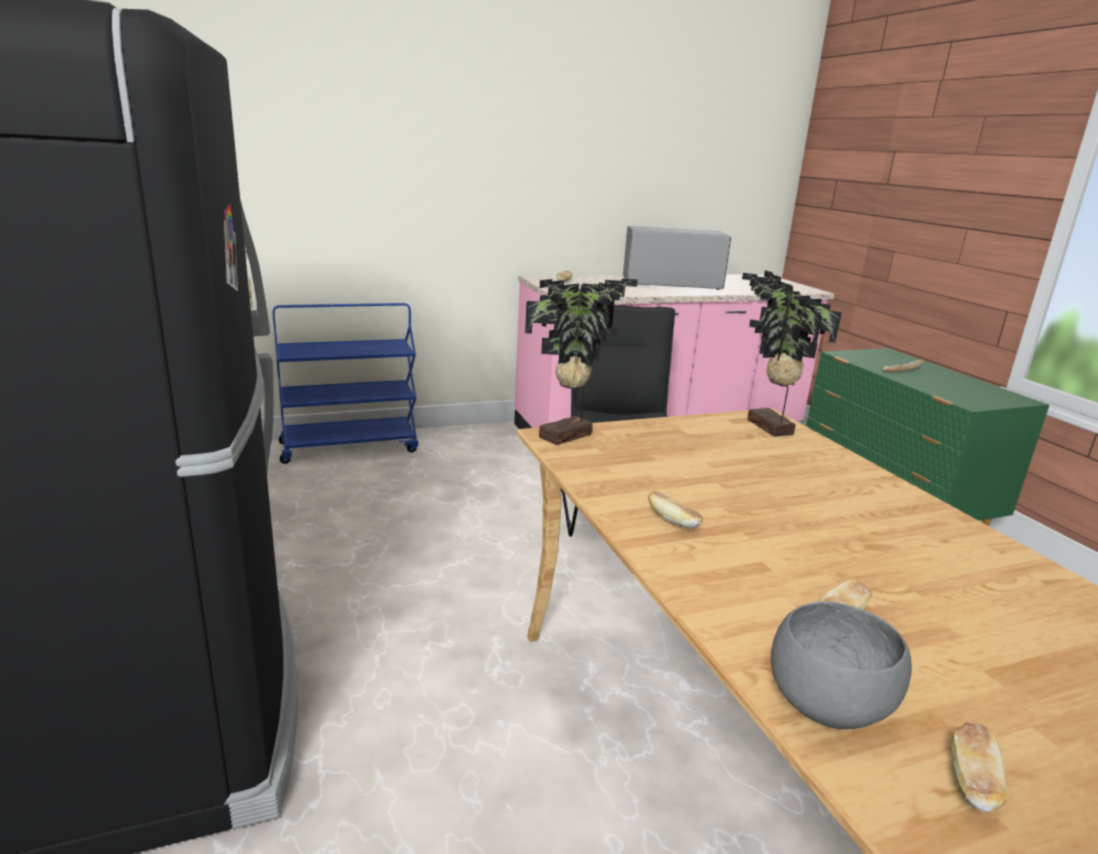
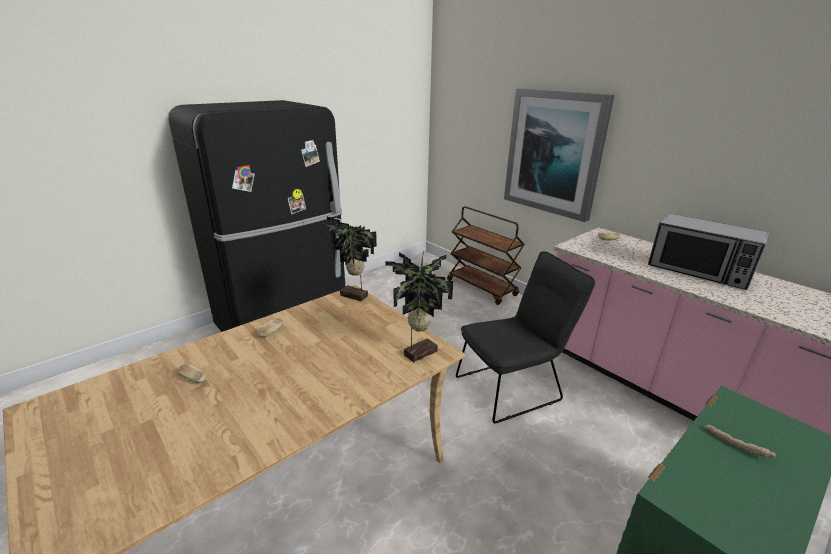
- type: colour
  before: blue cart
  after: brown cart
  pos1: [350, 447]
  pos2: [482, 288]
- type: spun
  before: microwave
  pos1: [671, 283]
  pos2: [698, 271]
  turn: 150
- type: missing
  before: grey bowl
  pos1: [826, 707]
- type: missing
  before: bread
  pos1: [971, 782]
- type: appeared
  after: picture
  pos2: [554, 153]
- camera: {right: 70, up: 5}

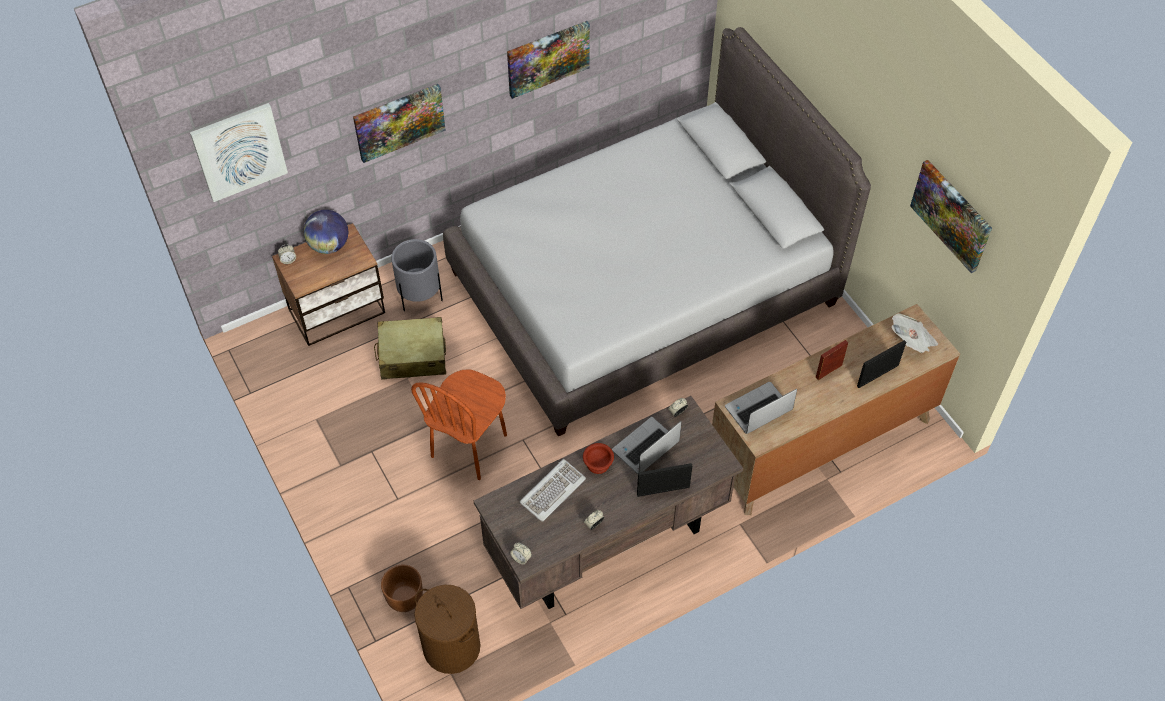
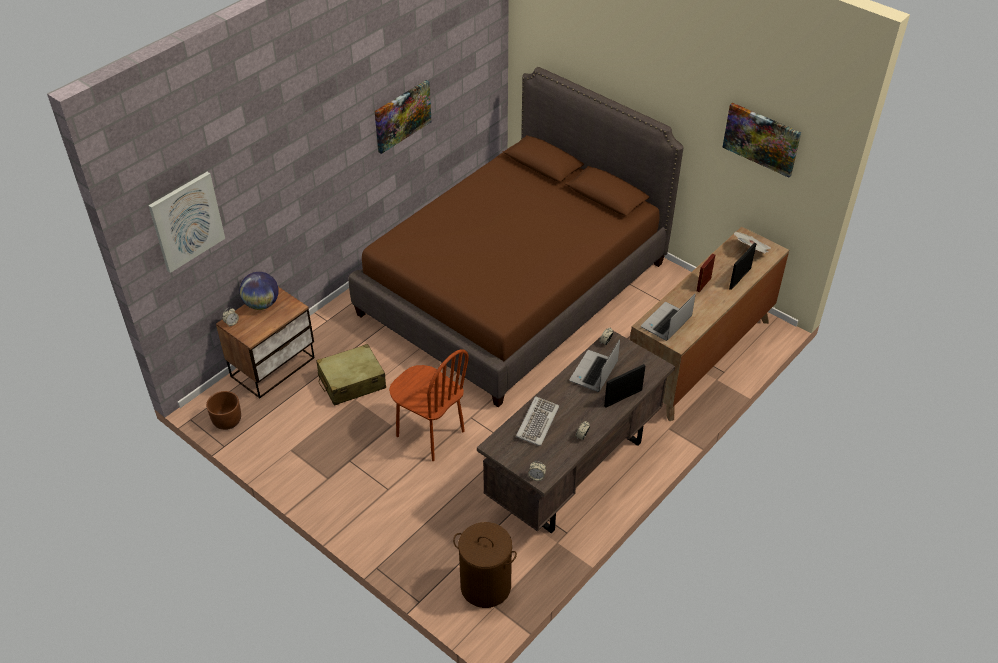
- type: missing
  before: picture
  pos1: [399, 121]
- type: relocated
  before: brown planter
  pos1: [404, 597]
  pos2: [227, 421]
- type: missing
  before: grey planter
  pos1: [420, 297]
- type: spun
  before: brown chair
  pos1: [469, 446]
  pos2: [430, 434]
  turn: -60
- type: colour
  before: grey bed
  after: brown bed
  pos1: [644, 287]
  pos2: [514, 288]
- type: missing
  before: brown bowl
  pos1: [599, 464]
- camera: {right: -20, up: -10}

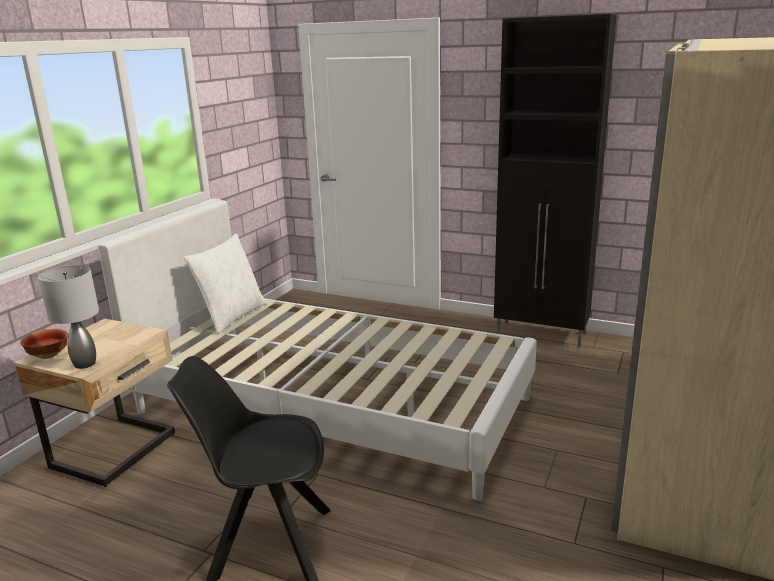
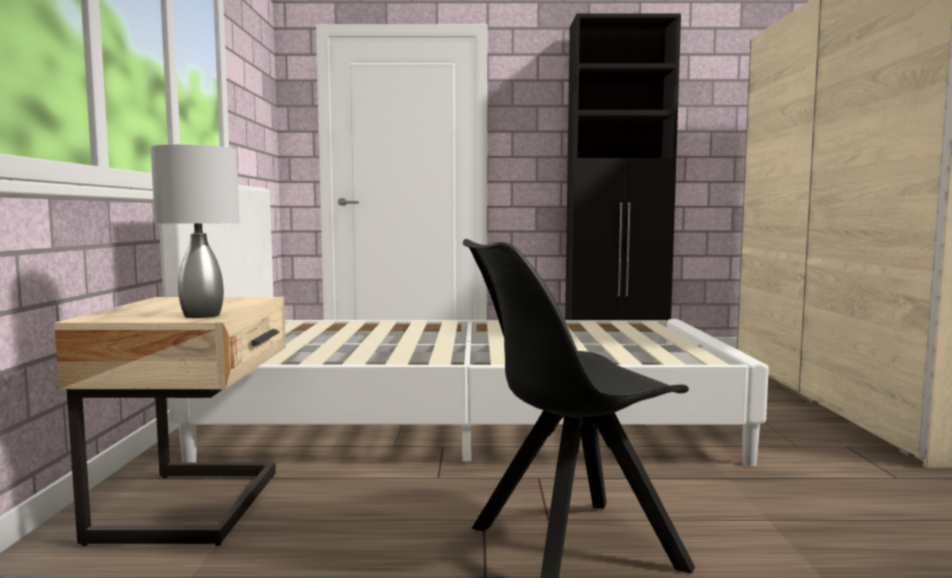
- type: missing
  before: bowl
  pos1: [49, 355]
- type: missing
  before: white pillow
  pos1: [232, 316]
- camera: {right: -25, up: -15}

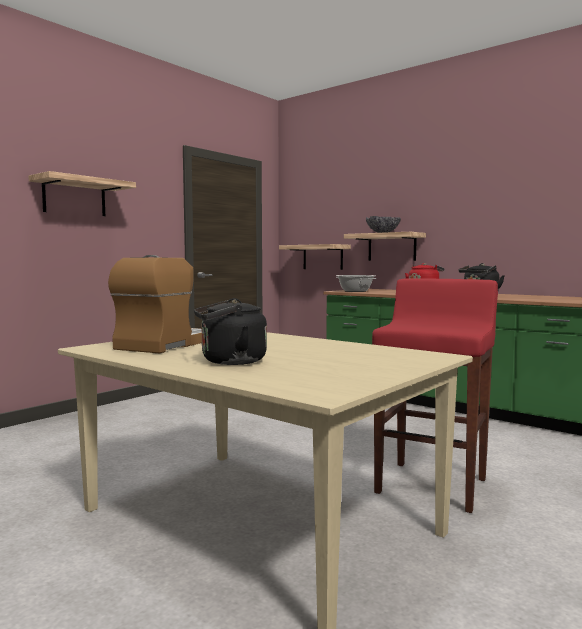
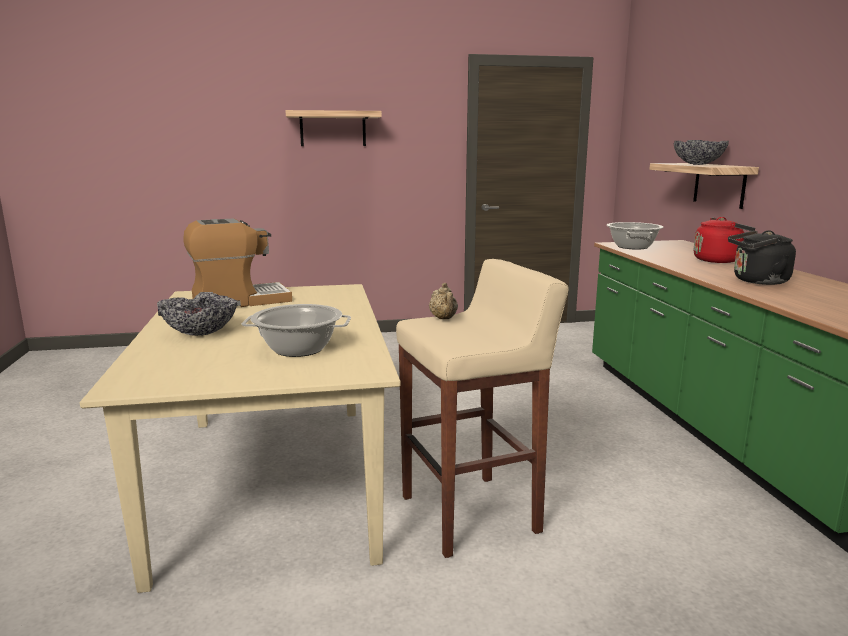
- type: exchanged
  before: black kettle
  after: bowl
  pos1: [229, 362]
  pos2: [201, 333]
- type: missing
  before: shelf
  pos1: [322, 257]
- type: colour
  before: red stool
  after: beige stool
  pos1: [432, 485]
  pos2: [472, 514]
- type: appeared
  after: cooking pot
  pos2: [299, 349]
- type: appeared
  after: beige teapot
  pos2: [443, 319]
- camera: {right: 40, up: 10}

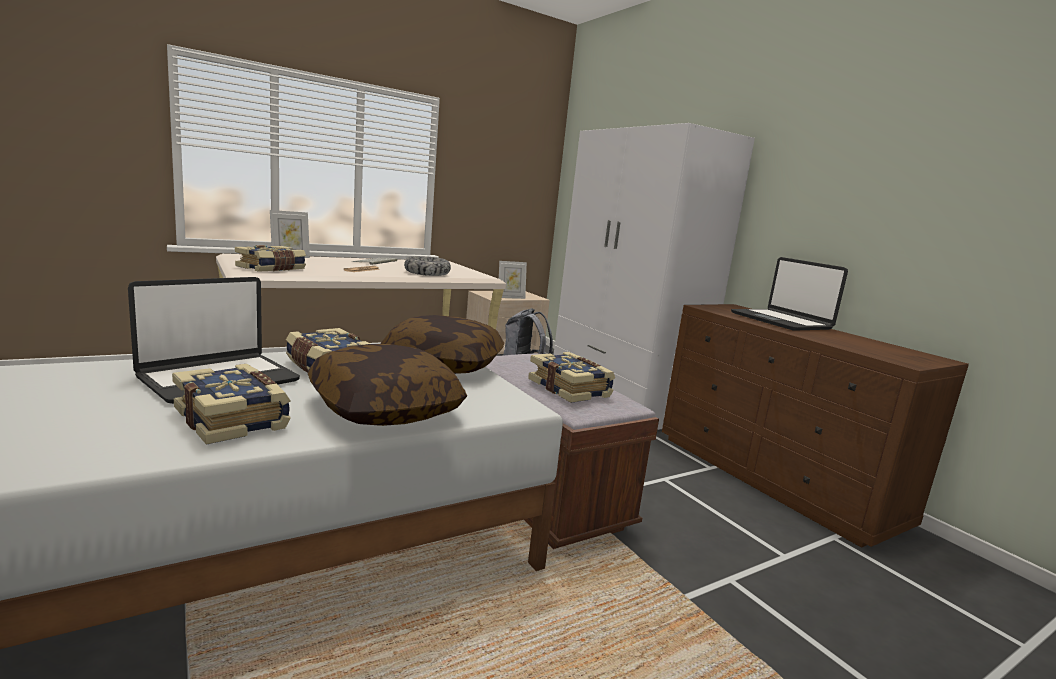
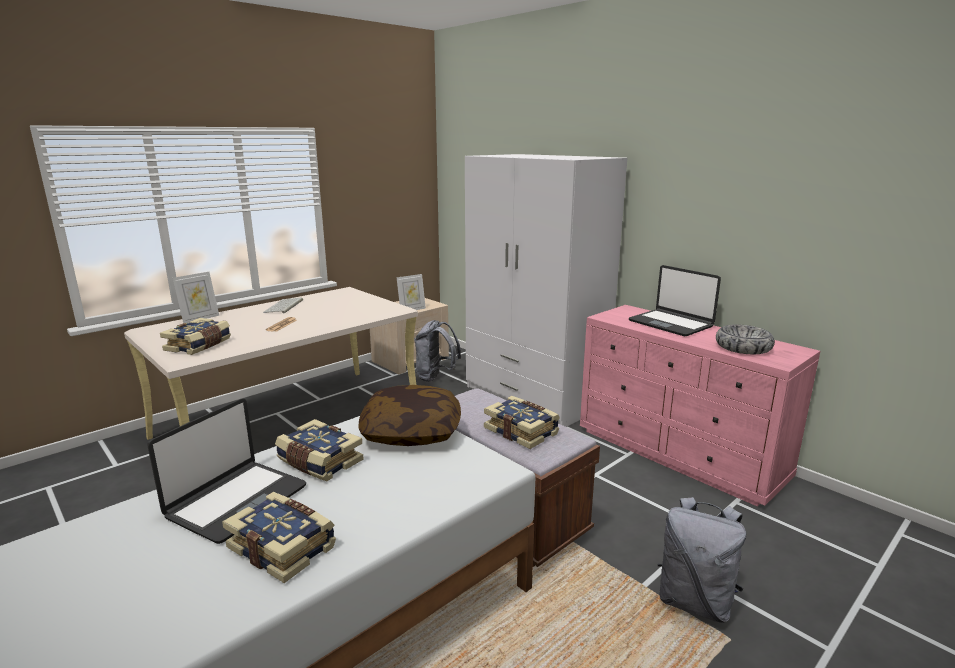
- type: missing
  before: pillow
  pos1: [384, 409]
- type: relocated
  before: bowl
  pos1: [427, 273]
  pos2: [743, 347]
- type: colour
  before: brown dresser
  after: pink dresser
  pos1: [774, 478]
  pos2: [679, 453]
- type: appeared
  after: grey backpack
  pos2: [695, 601]
- camera: {right: -10, up: 5}

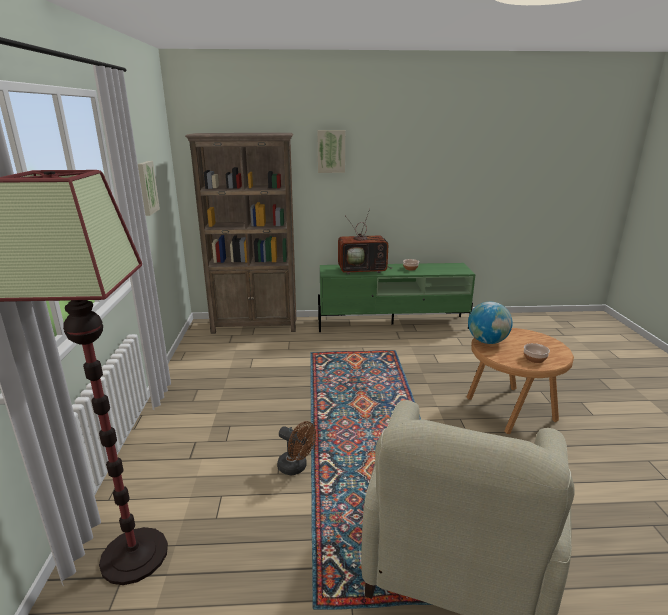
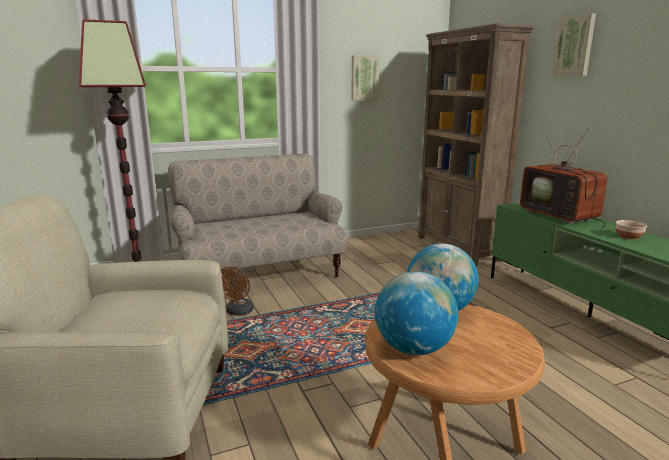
- type: exchanged
  before: bowl
  after: globe
  pos1: [534, 359]
  pos2: [413, 349]
- type: appeared
  after: beige sofa
  pos2: [260, 273]
- camera: {right: 70, up: -5}

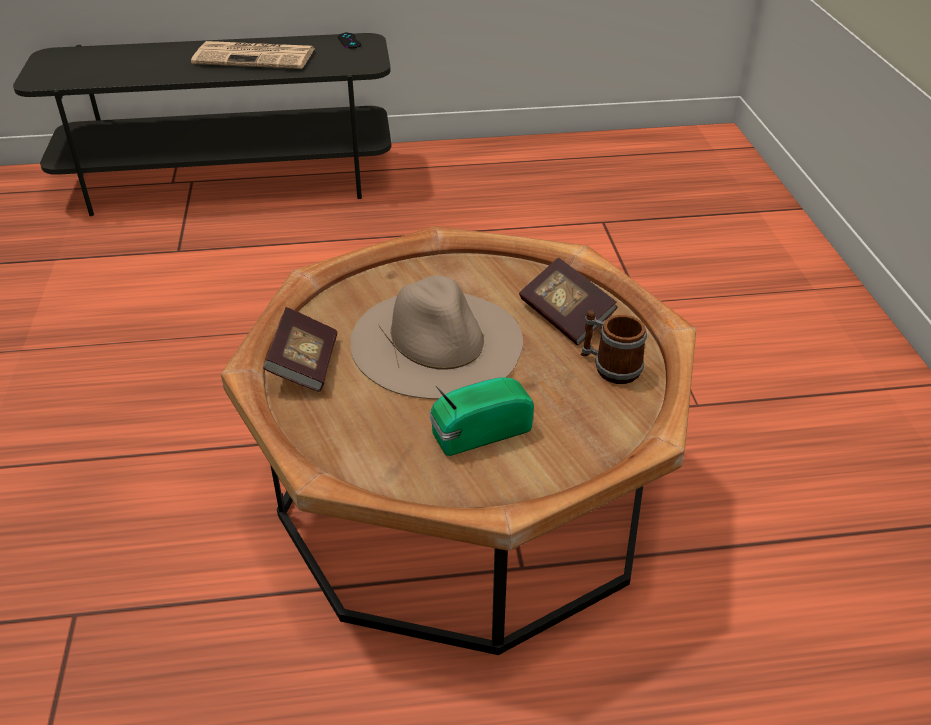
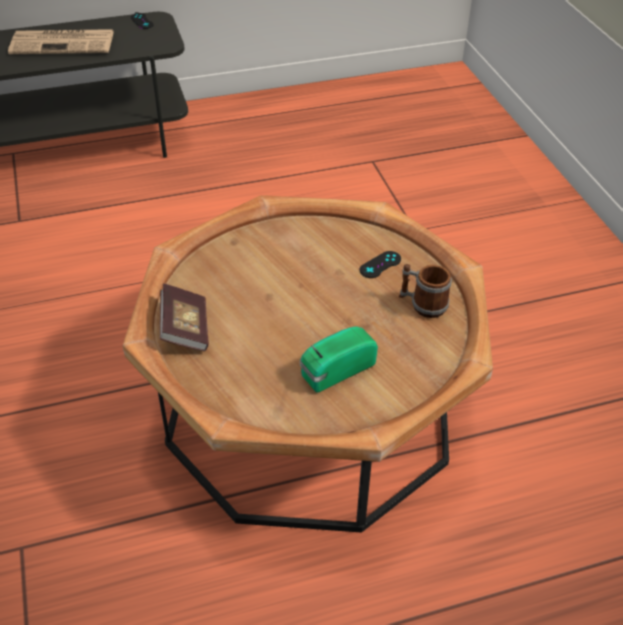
- type: missing
  before: beige hat
  pos1: [437, 341]
- type: exchanged
  before: book
  after: black game controller
  pos1: [566, 316]
  pos2: [380, 265]
- camera: {right: -10, up: 5}

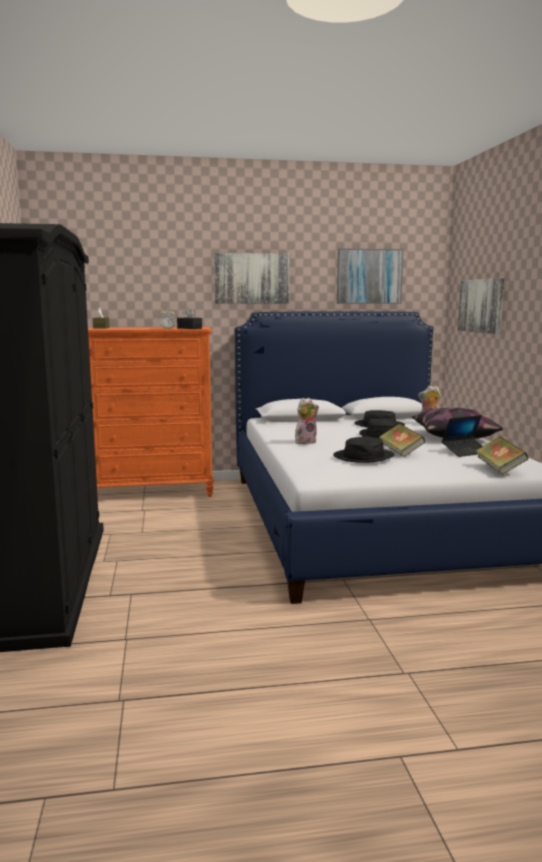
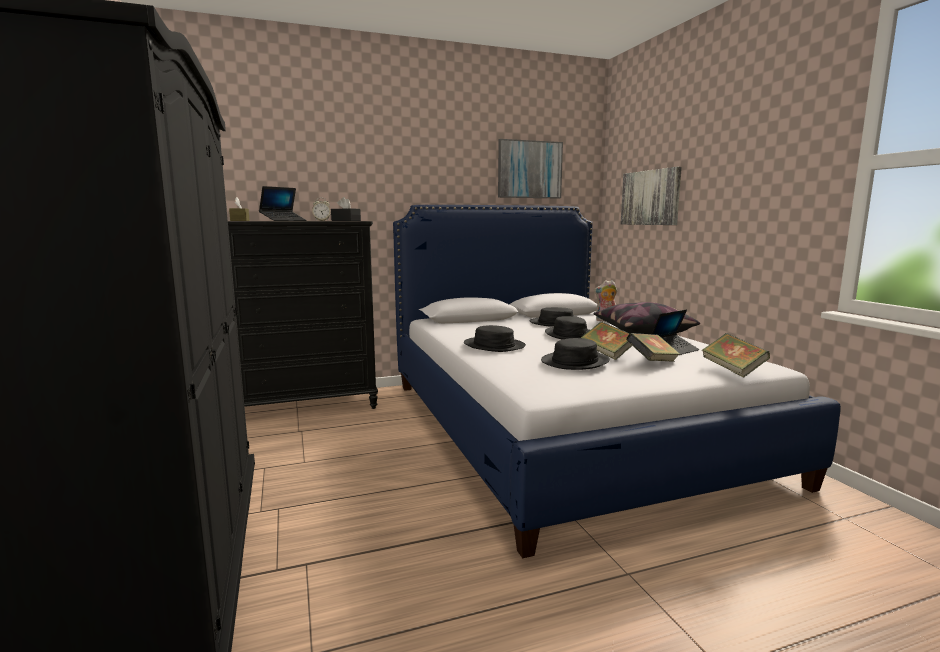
- type: colour
  before: orange dresser
  after: black dresser
  pos1: [154, 491]
  pos2: [308, 405]
- type: missing
  before: picture
  pos1: [251, 278]
- type: exchanged
  before: plush toy
  after: black hat
  pos1: [305, 442]
  pos2: [494, 345]
- type: appeared
  after: laptop
  pos2: [283, 220]
- type: appeared
  after: book
  pos2: [652, 362]
- camera: {right: -10, up: 0}

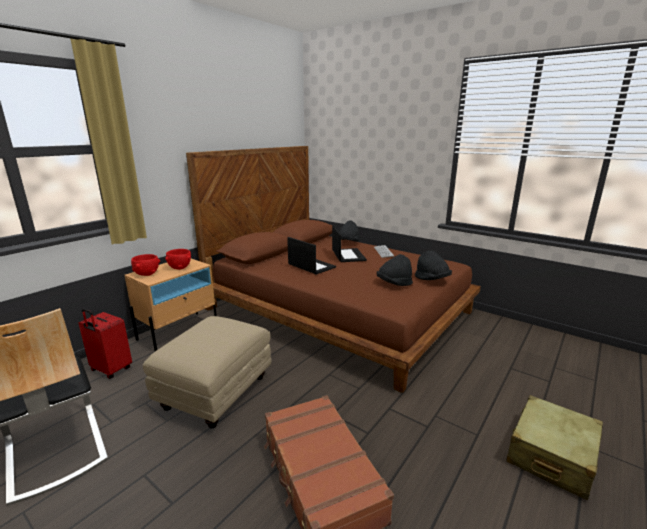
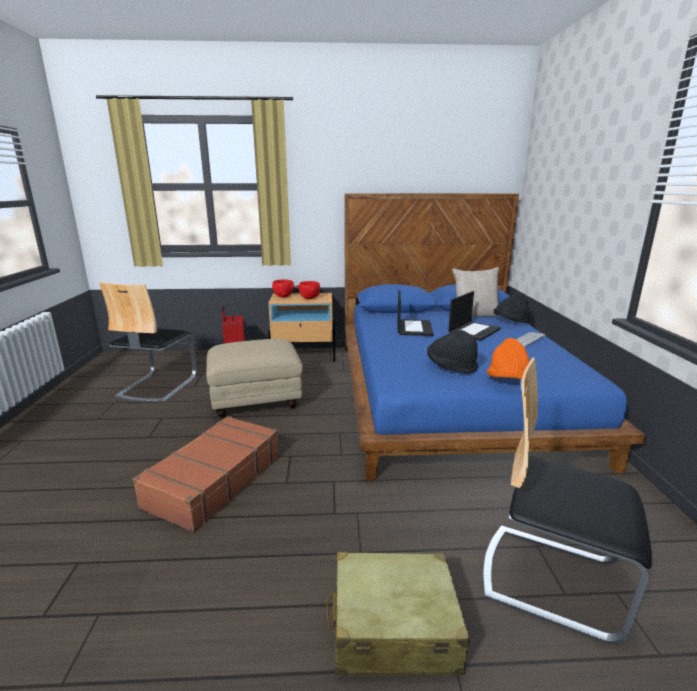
- type: colour
  before: brown bed
  after: blue bed
  pos1: [339, 310]
  pos2: [450, 394]
- type: colour
  before: black hat
  after: orange hat
  pos1: [431, 280]
  pos2: [507, 380]
- type: appeared
  after: beige pillow
  pos2: [475, 315]
- type: appeared
  after: chair
  pos2: [551, 578]
- camera: {right: 50, up: 0}

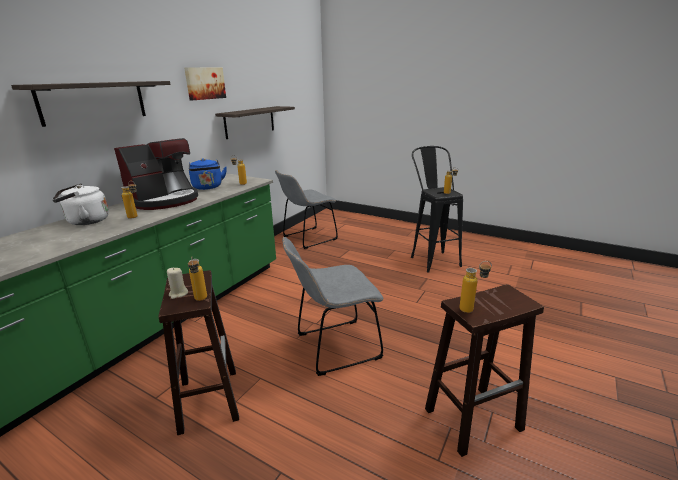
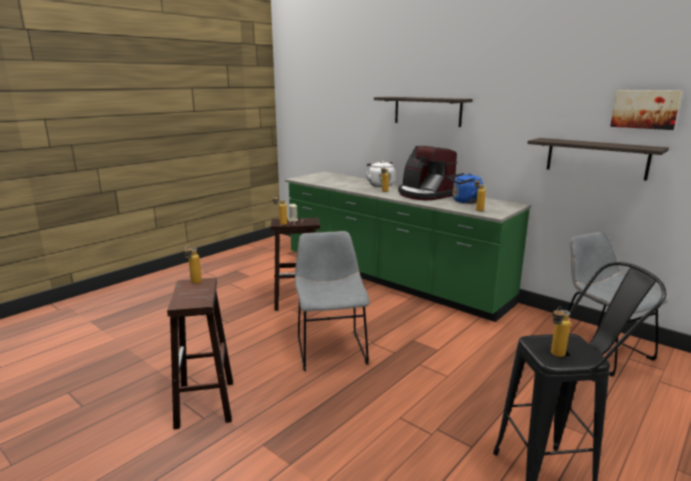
- type: relocated
  before: picture
  pos1: [205, 83]
  pos2: [645, 109]
- camera: {right: 100, up: -5}

